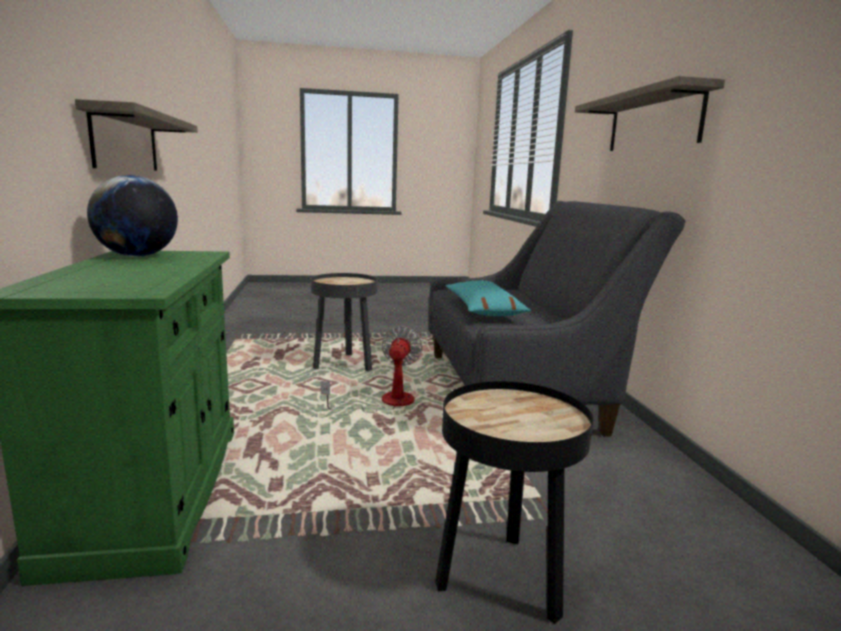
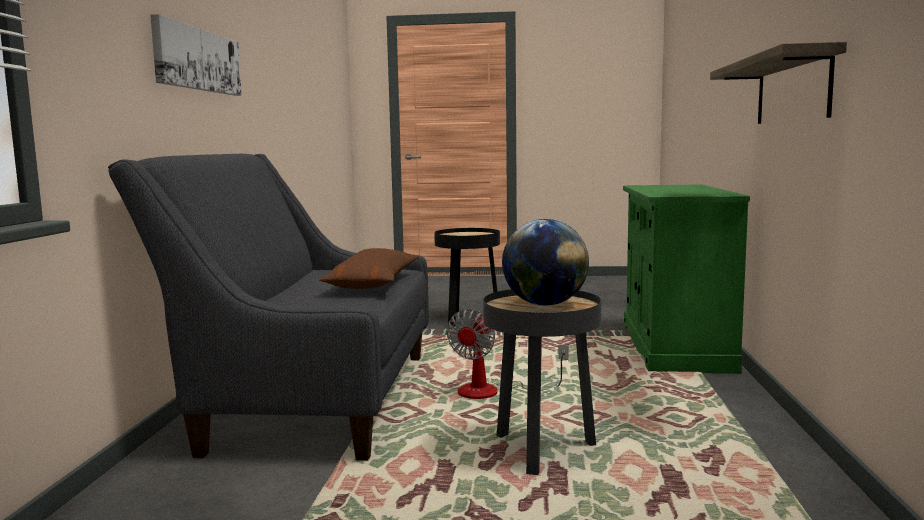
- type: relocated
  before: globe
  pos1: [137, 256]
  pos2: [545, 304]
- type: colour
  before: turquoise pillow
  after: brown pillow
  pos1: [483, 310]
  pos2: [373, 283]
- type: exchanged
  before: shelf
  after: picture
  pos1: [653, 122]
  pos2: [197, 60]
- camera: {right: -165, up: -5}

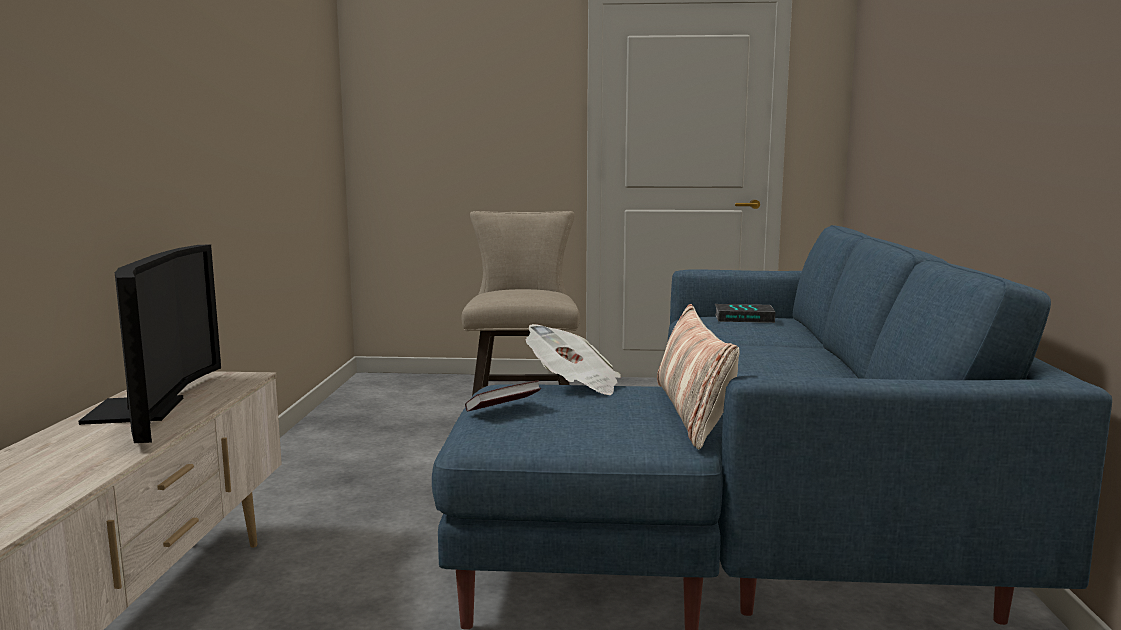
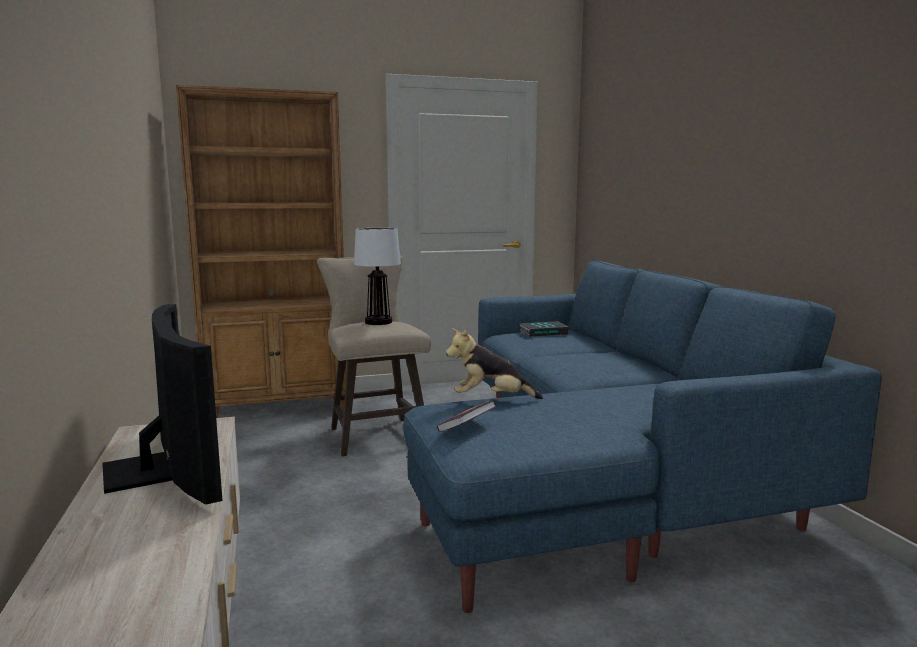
- type: exchanged
  before: newspaper
  after: plush toy
  pos1: [574, 385]
  pos2: [491, 399]
- type: missing
  before: pillow
  pos1: [692, 411]
- type: appeared
  after: brown bookcase
  pos2: [278, 407]
- type: appeared
  after: table lamp
  pos2: [379, 322]
- camera: {right: -20, up: 0}

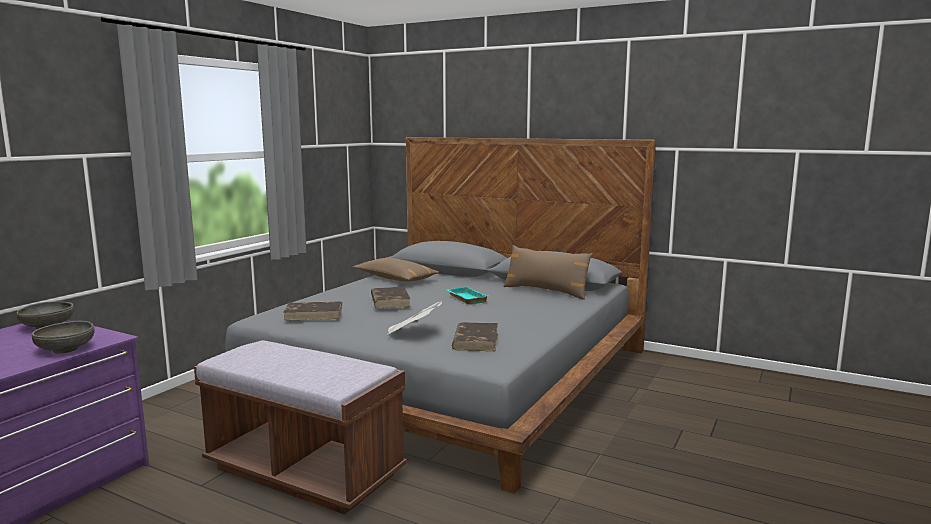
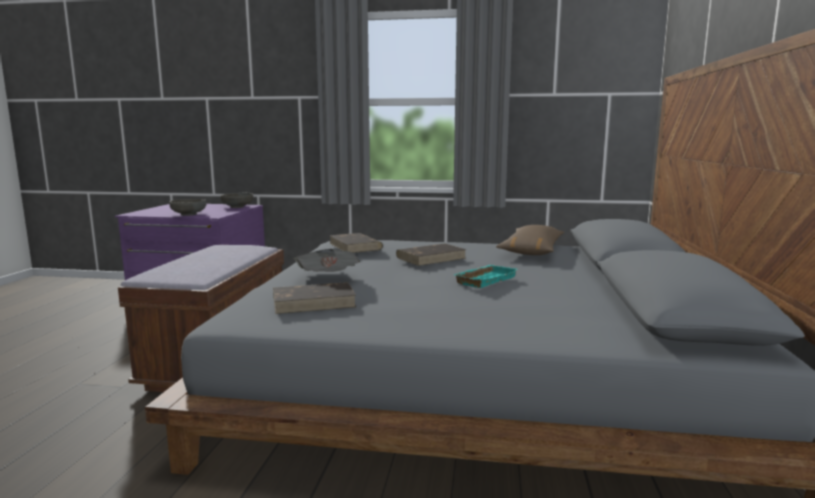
- type: missing
  before: brown pillow
  pos1: [546, 291]
- camera: {right: 70, up: 0}

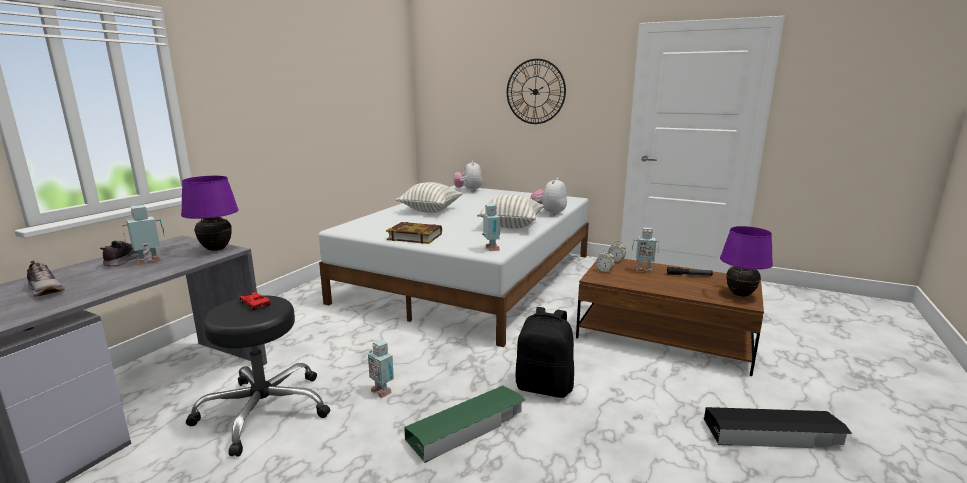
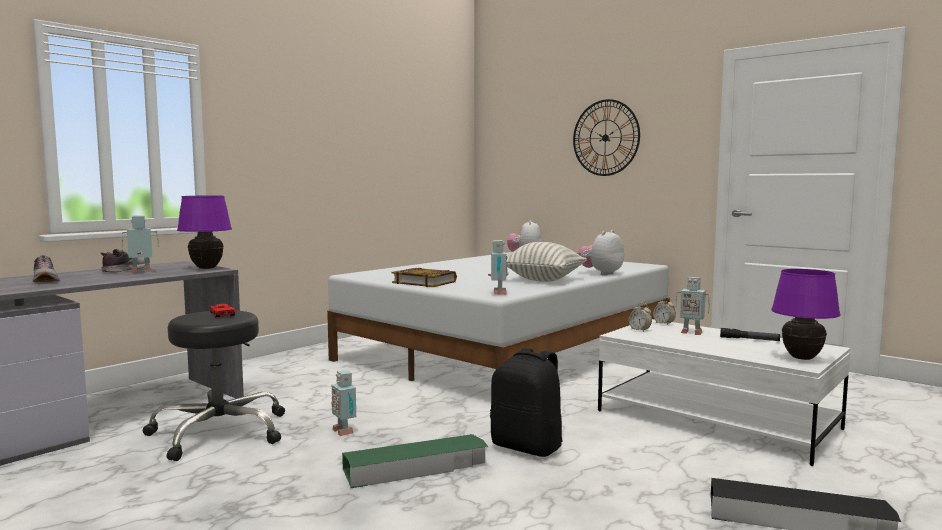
- type: missing
  before: pillow
  pos1: [430, 210]
- type: colour
  before: brown coffee table
  after: white coffee table
  pos1: [664, 336]
  pos2: [716, 420]
- camera: {right: 15, up: -10}

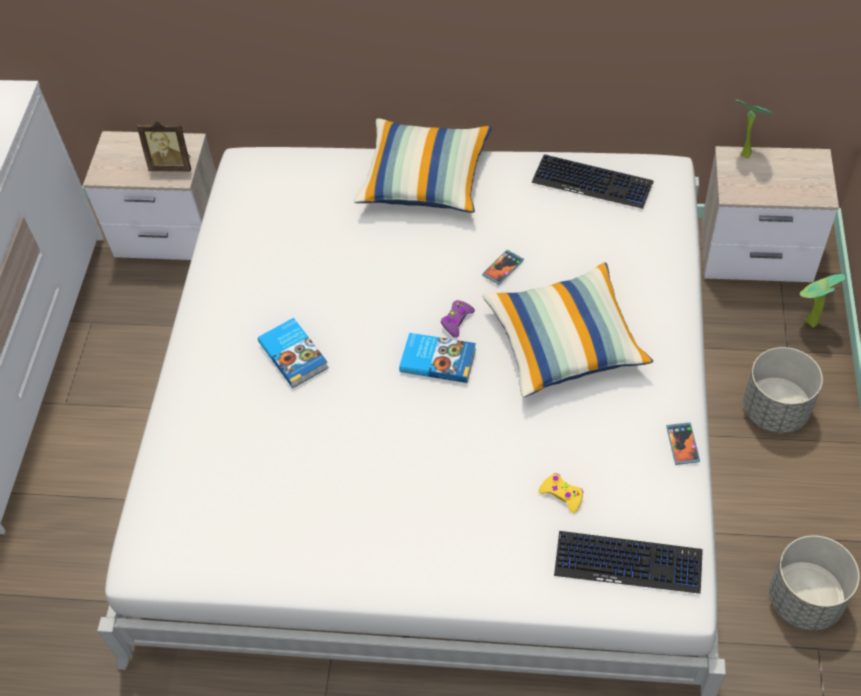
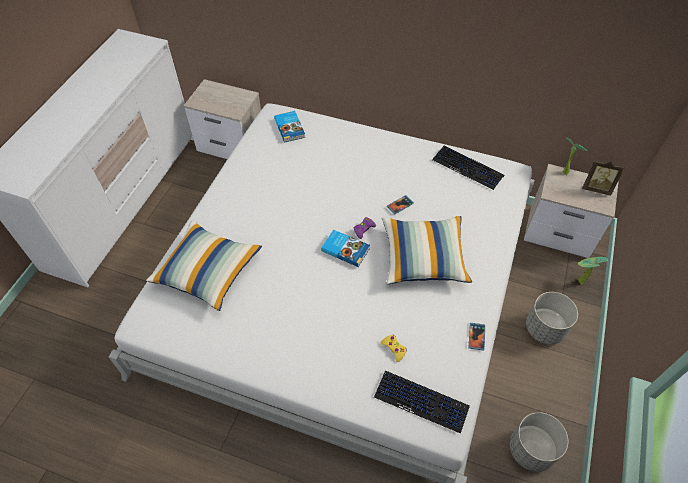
- type: relocated
  before: picture frame
  pos1: [172, 165]
  pos2: [596, 188]
- type: relocated
  before: book
  pos1: [294, 354]
  pos2: [290, 128]
- type: relocated
  before: pillow
  pos1: [425, 179]
  pos2: [208, 271]
- camera: {right: 10, up: 0}

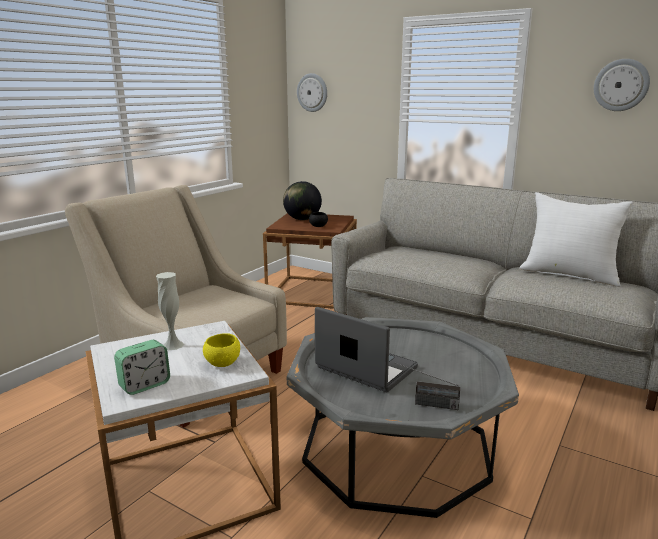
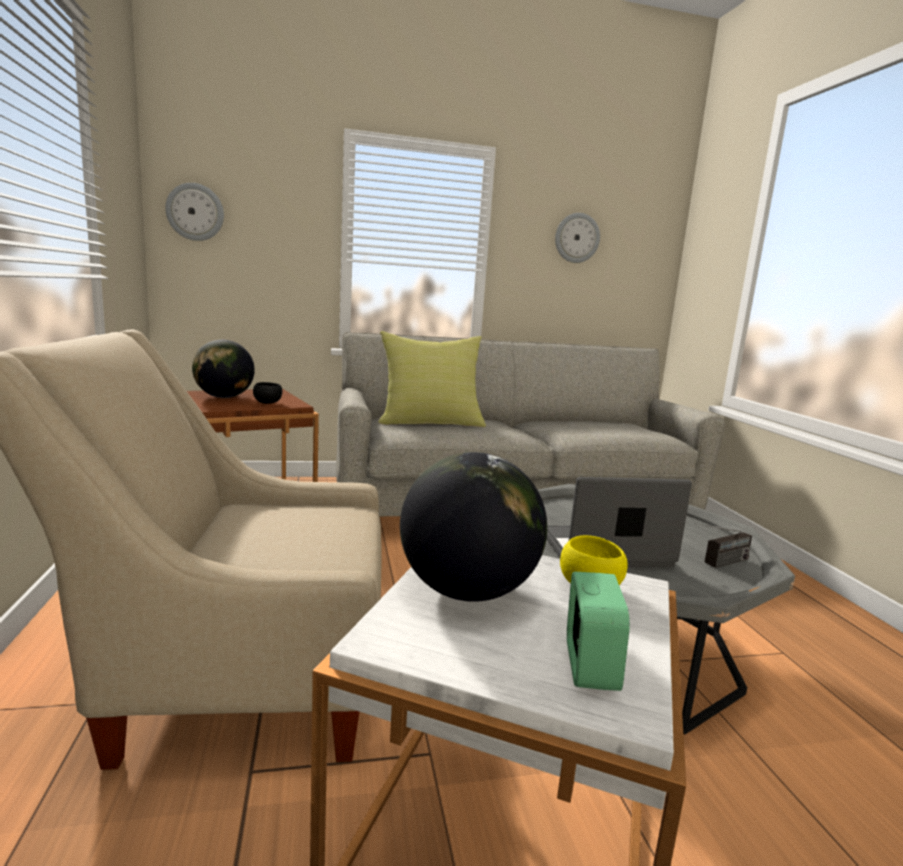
- type: exchanged
  before: white vase
  after: globe
  pos1: [173, 345]
  pos2: [467, 591]
- type: missing
  before: white pillow
  pos1: [569, 274]
- type: appeared
  after: yellow pillow
  pos2: [430, 422]
- camera: {right: -45, up: -5}

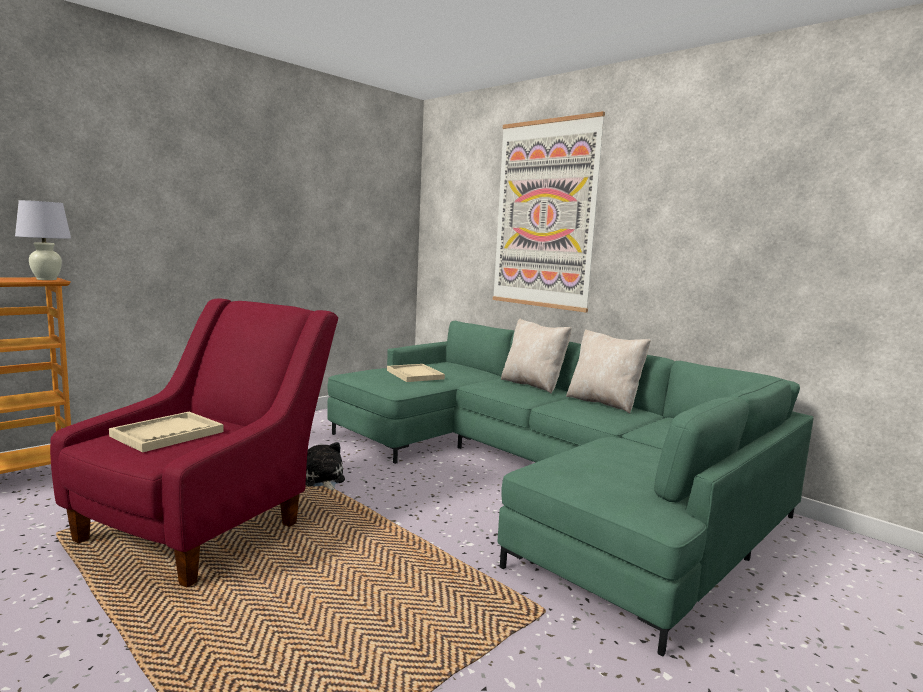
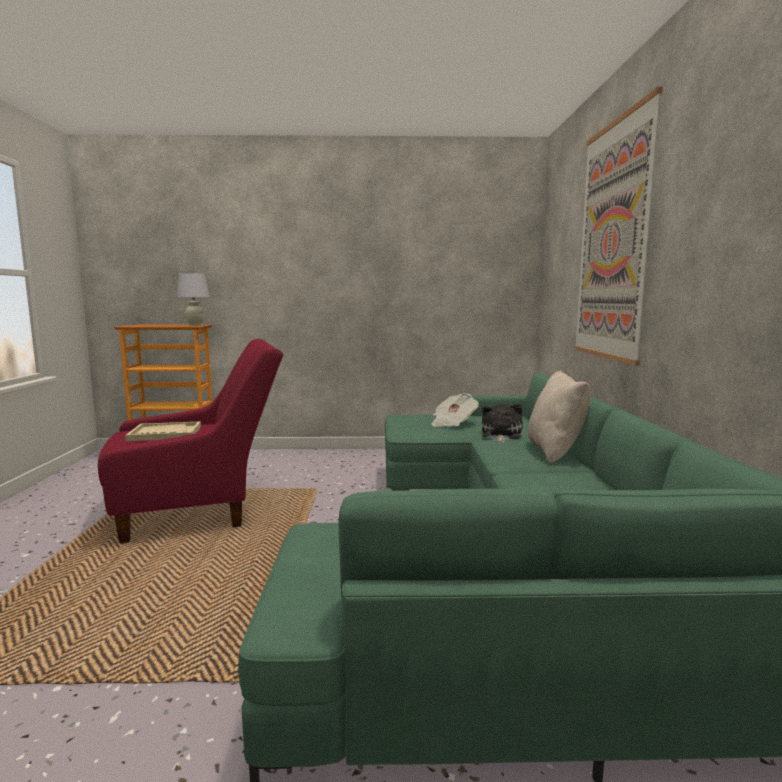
- type: relocated
  before: plush toy
  pos1: [322, 480]
  pos2: [500, 435]
- type: exchanged
  before: beige tray
  after: newspaper
  pos1: [415, 375]
  pos2: [452, 423]
- type: missing
  before: beige pillow
  pos1: [604, 403]
- camera: {right: 45, up: 0}

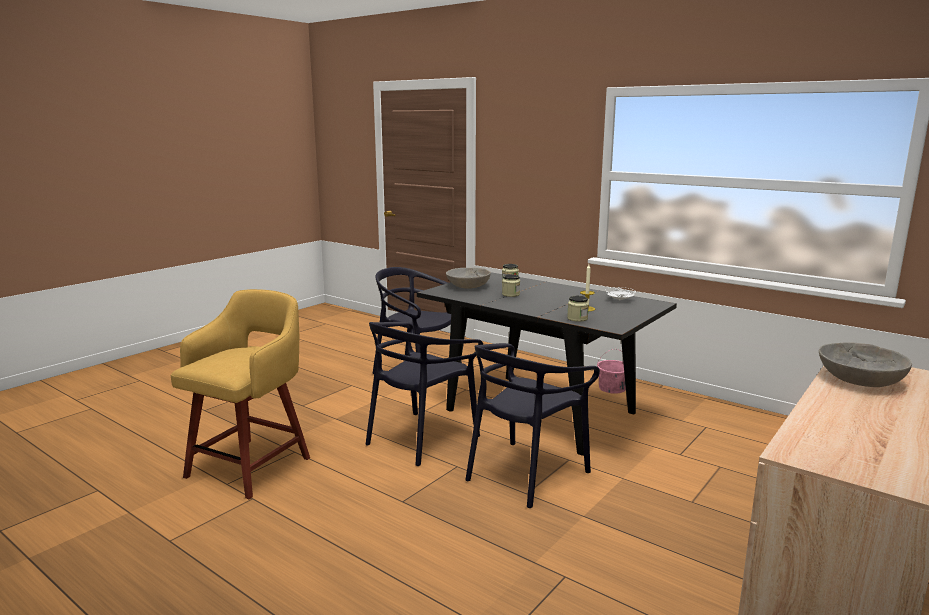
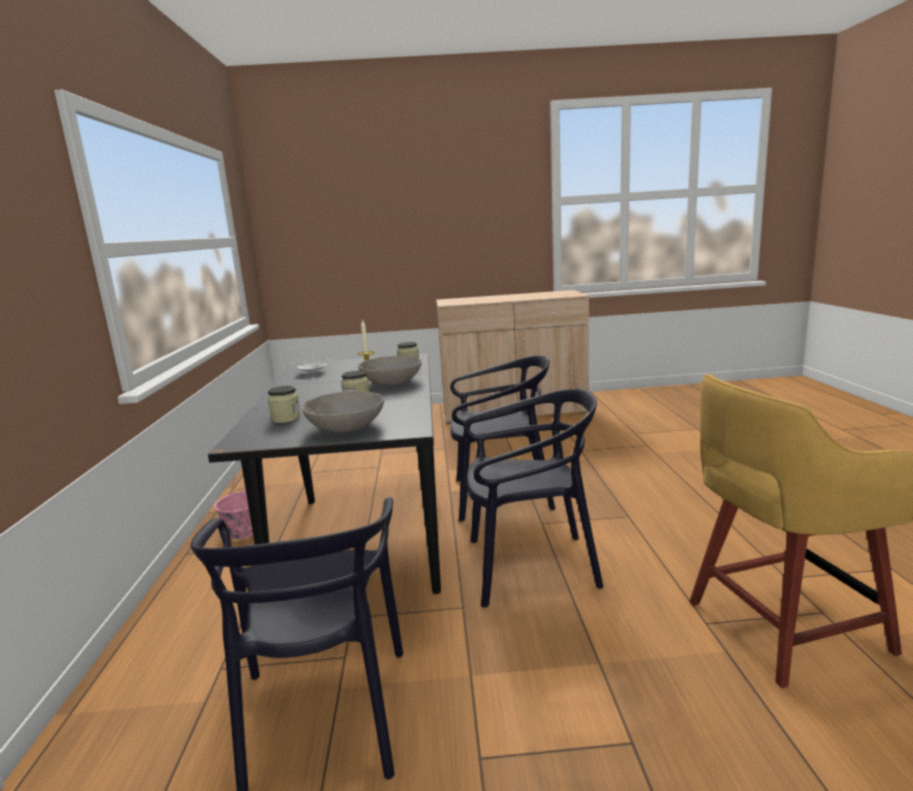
- type: relocated
  before: grey bowl
  pos1: [859, 380]
  pos2: [391, 382]
- camera: {right: -130, up: 0}

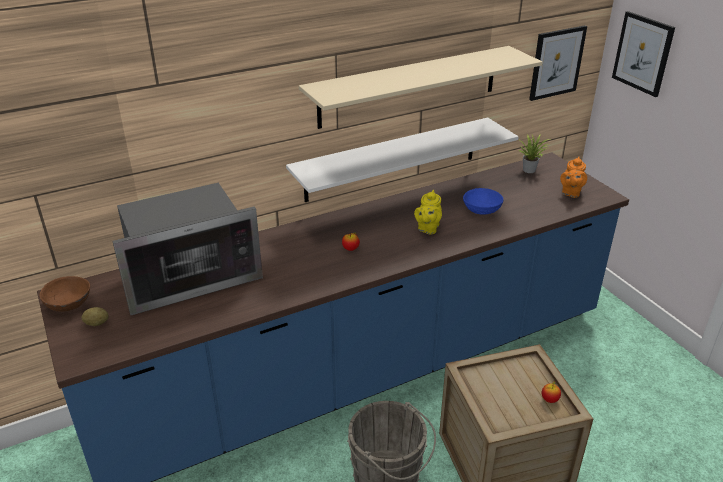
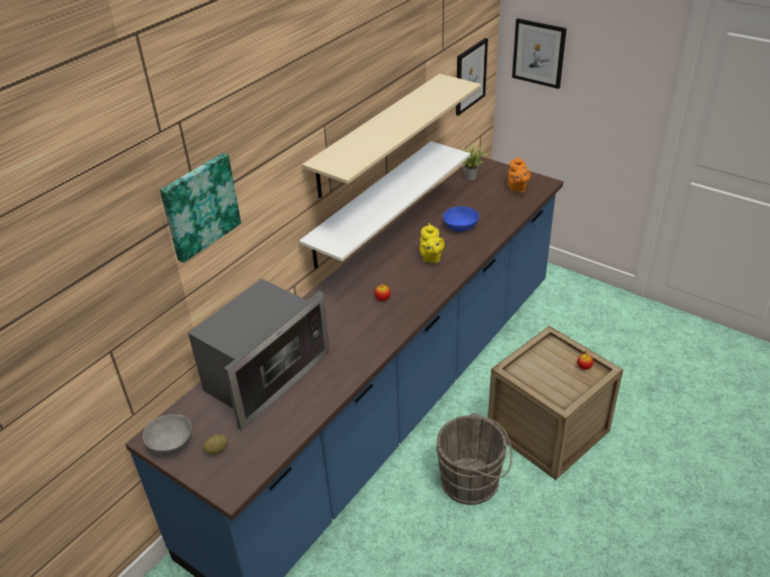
- type: colour
  before: brown bowl
  after: grey bowl
  pos1: [68, 304]
  pos2: [170, 444]
- type: appeared
  after: picture
  pos2: [199, 206]
- camera: {right: -25, up: 5}

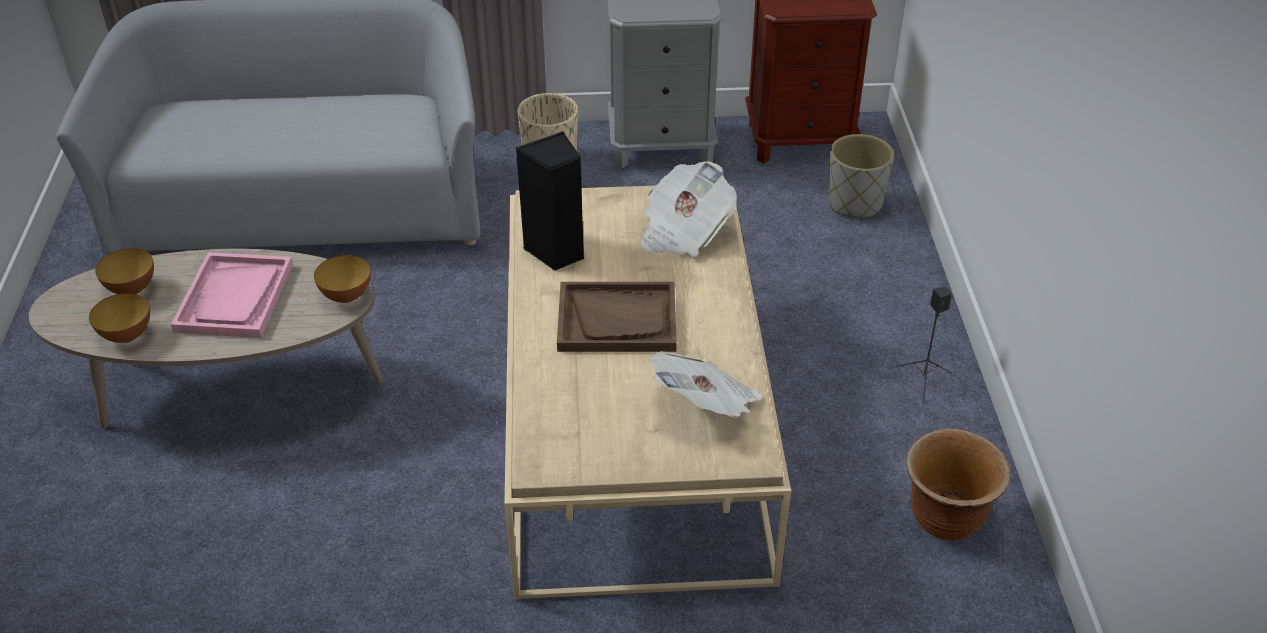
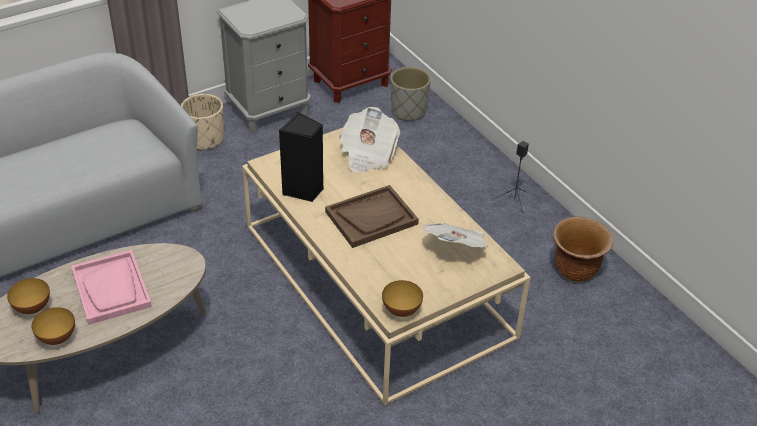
- type: relocated
  before: bowl
  pos1: [346, 296]
  pos2: [401, 310]
- camera: {right: -30, up: 0}

